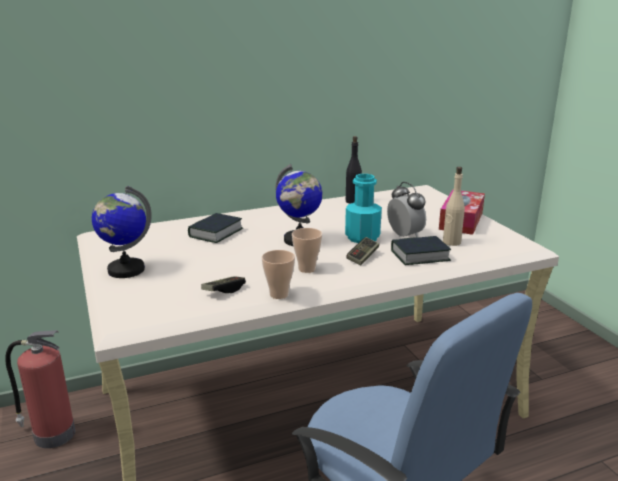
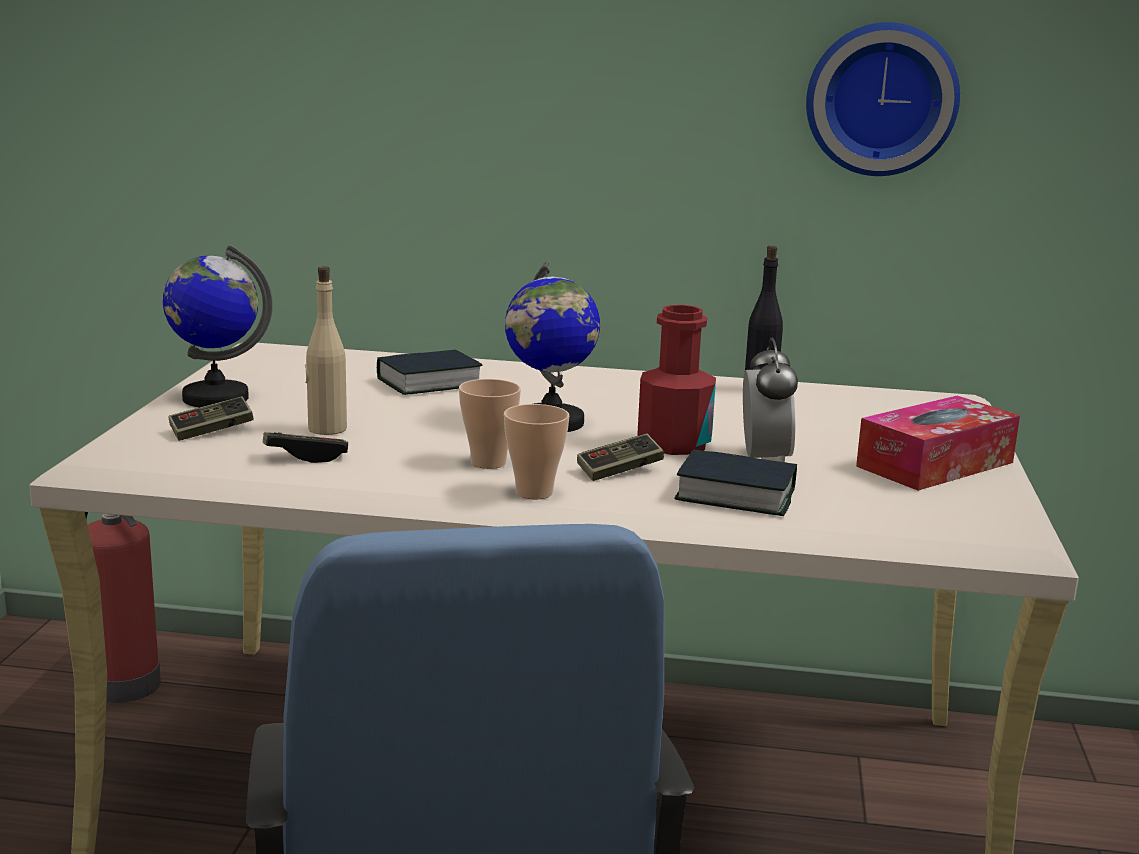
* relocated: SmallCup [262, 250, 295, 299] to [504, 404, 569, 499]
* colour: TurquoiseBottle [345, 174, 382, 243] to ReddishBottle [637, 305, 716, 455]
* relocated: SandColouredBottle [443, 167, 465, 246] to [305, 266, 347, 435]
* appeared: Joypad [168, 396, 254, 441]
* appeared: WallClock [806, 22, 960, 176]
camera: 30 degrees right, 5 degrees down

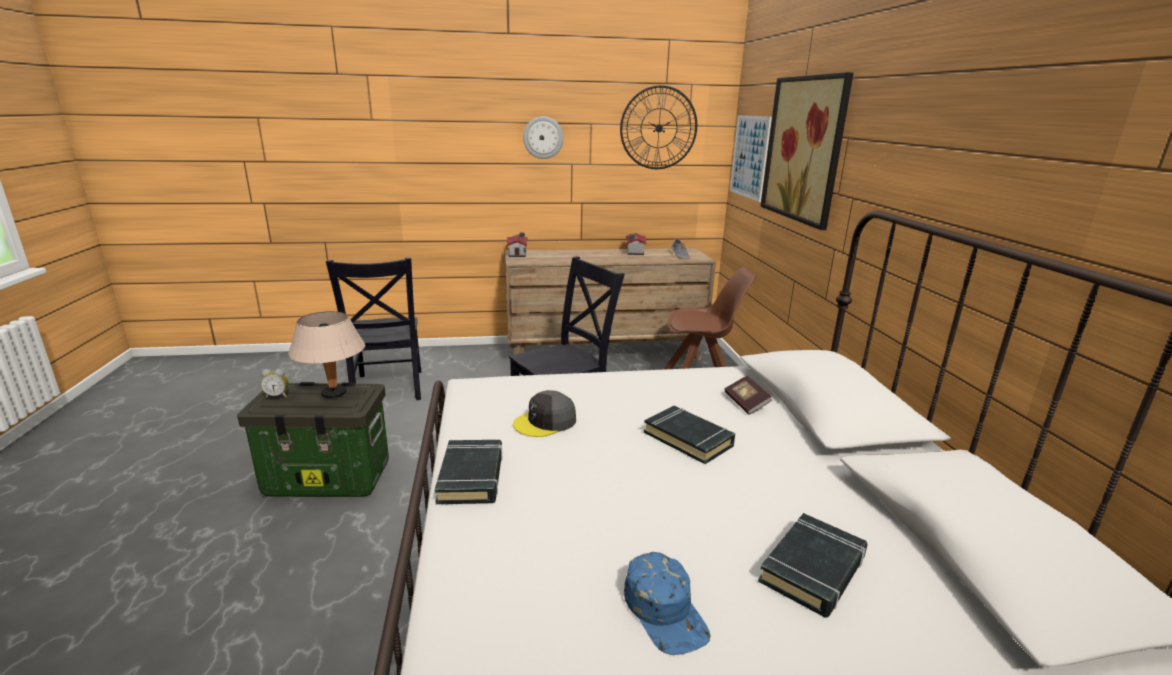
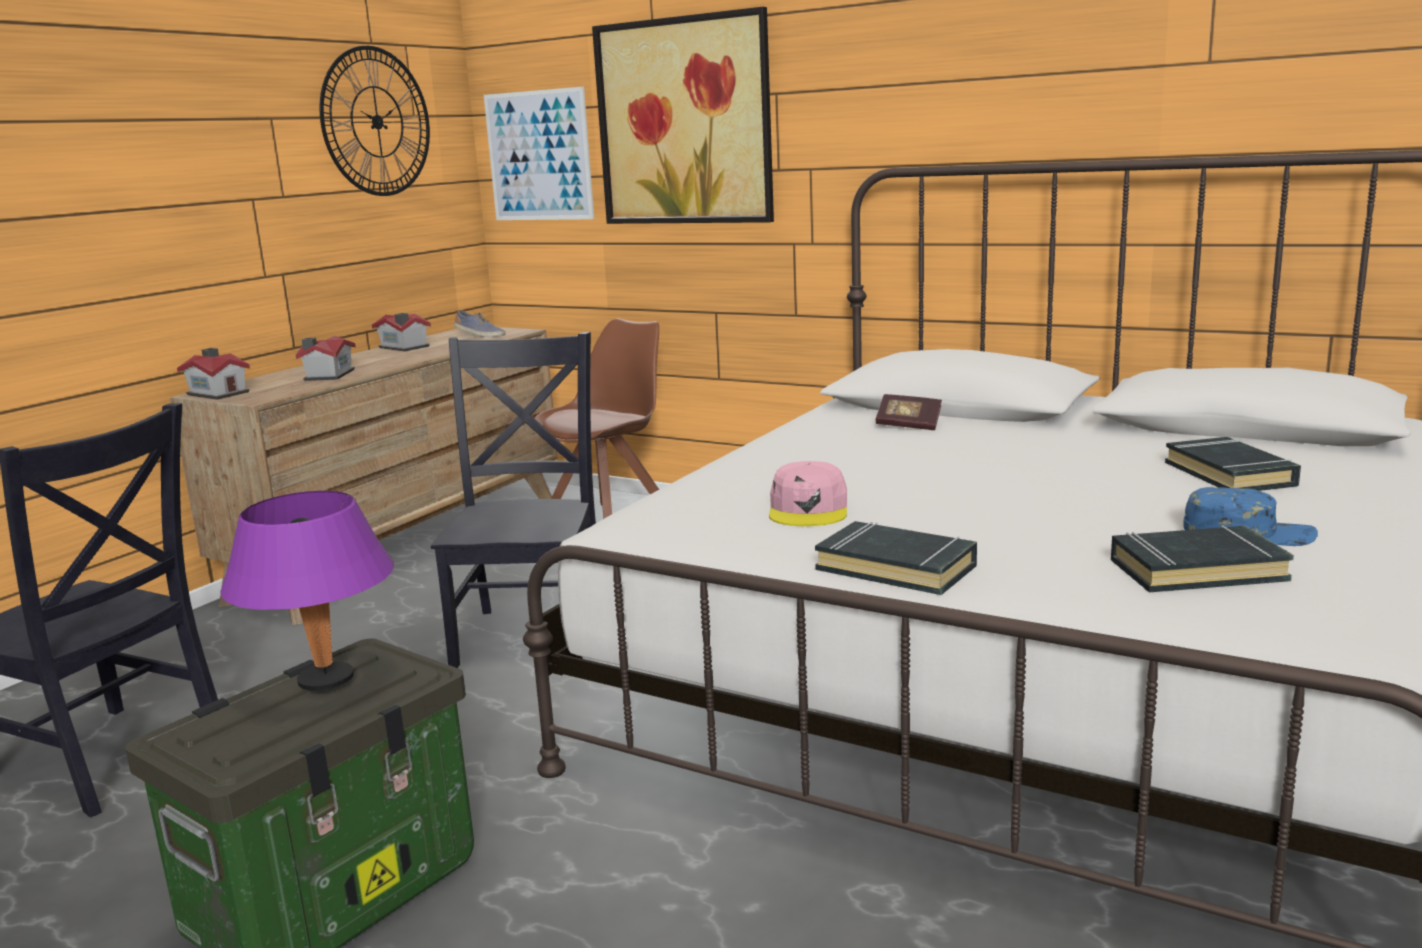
* missing: TableClock [261, 369, 289, 398]
* colour: SandColouredLampForATable [288, 311, 365, 398] to PurpleColouredLampForATable [220, 491, 394, 691]
* colour: GrayBaseballCap [513, 390, 576, 437] to PinkColouredBaseballCap [769, 461, 847, 526]
* missing: WallClock [523, 116, 564, 159]
* relocated: BlackBoundBook [644, 406, 735, 464] to [1111, 525, 1294, 592]
* appeared: ModelHouse [296, 336, 356, 381]
camera: 50 degrees left, 5 degrees down

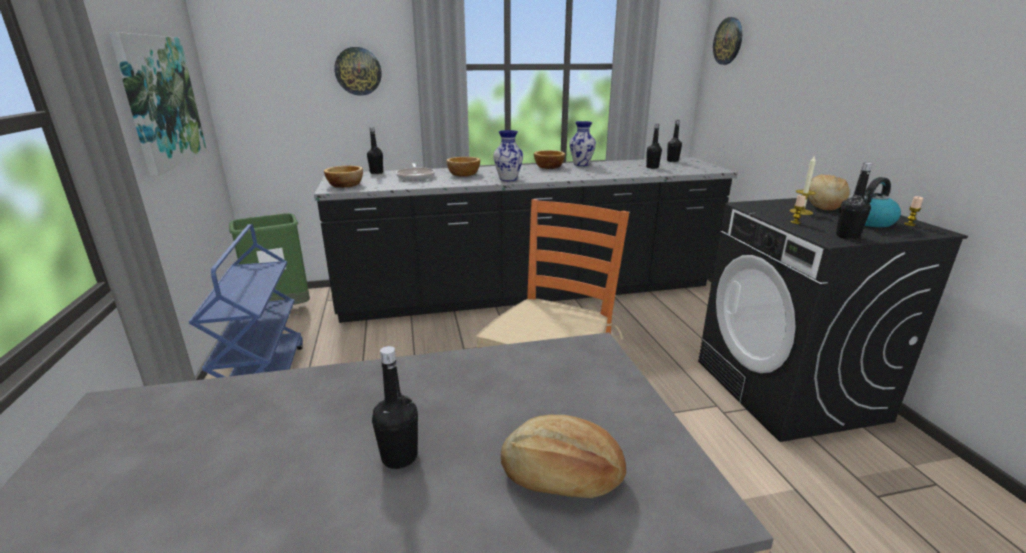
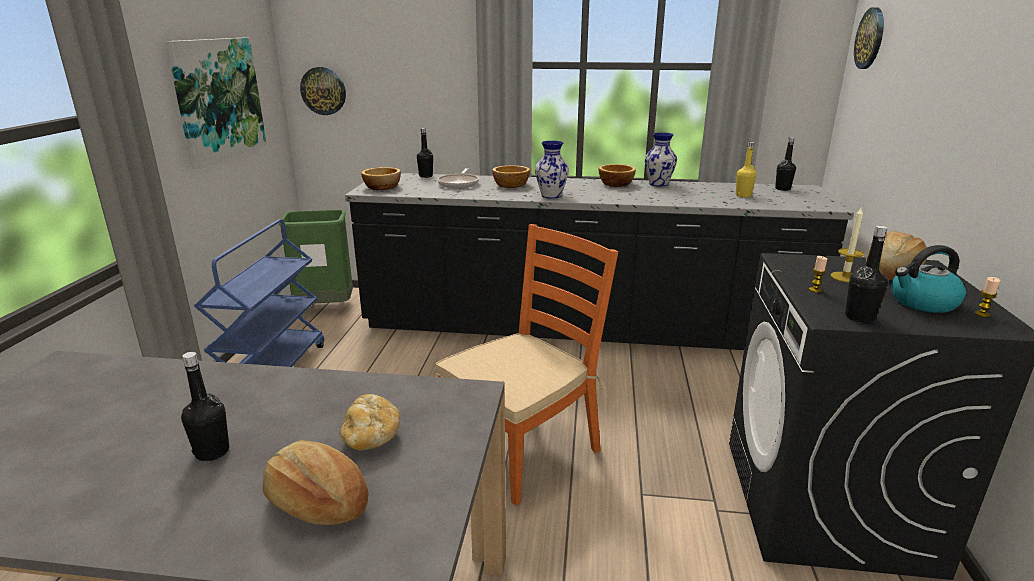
* relocated: WallClock [334, 47, 382, 96] to [300, 67, 346, 115]
* colour: BlackBottle [646, 124, 662, 169] to YellowBottle [736, 142, 756, 198]
* appeared: BakeryBread [340, 394, 400, 451]
camera: 20 degrees right, 0 degrees up

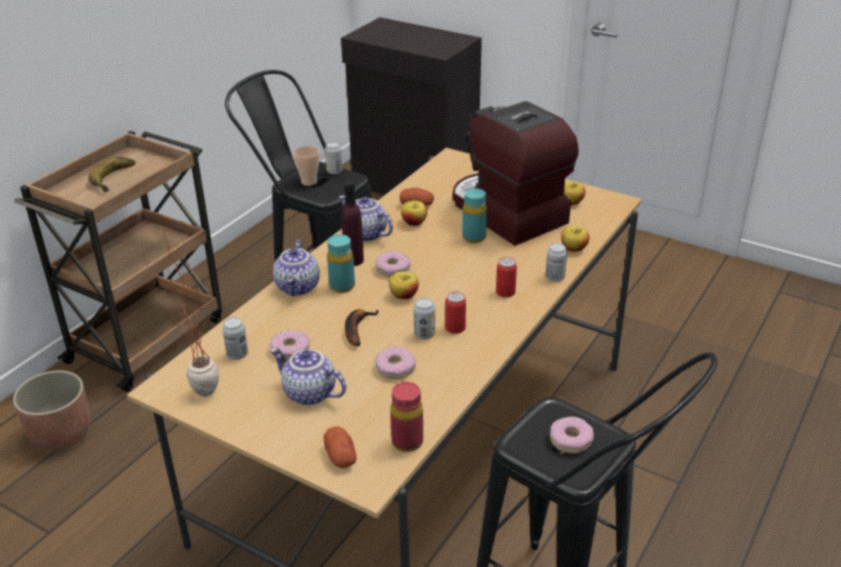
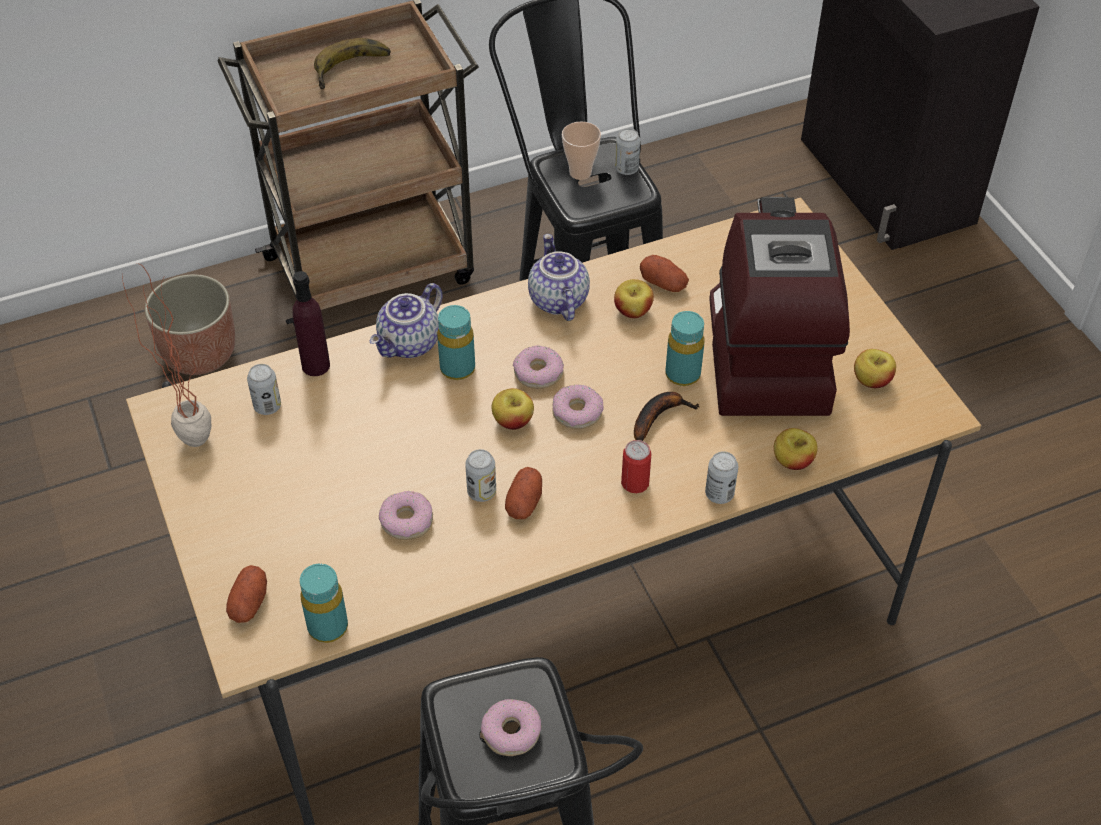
* relocated: RingDoughnut [269, 330, 310, 360] to [552, 384, 603, 429]
* missing: Teapot [270, 347, 346, 405]
* relocated: PurpleColouredBottle [341, 181, 364, 266] to [293, 271, 330, 376]
* relocated: Banana [345, 309, 379, 346] to [634, 392, 699, 441]
* colour: ReddishBottle [390, 382, 423, 452] to TurquoiseBottle [300, 563, 348, 643]
* exchanged: Can [445, 291, 466, 334] to Spud [505, 467, 542, 519]
camera: 35 degrees right, 15 degrees up

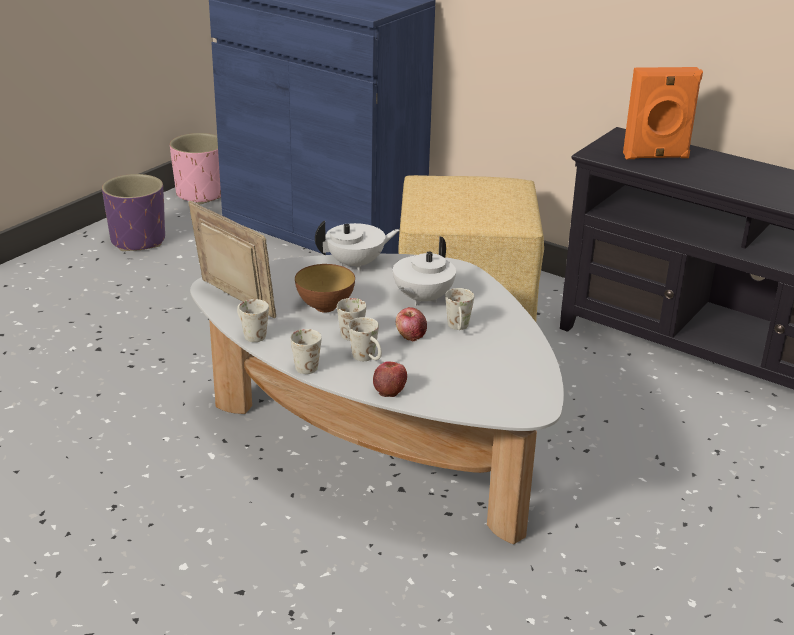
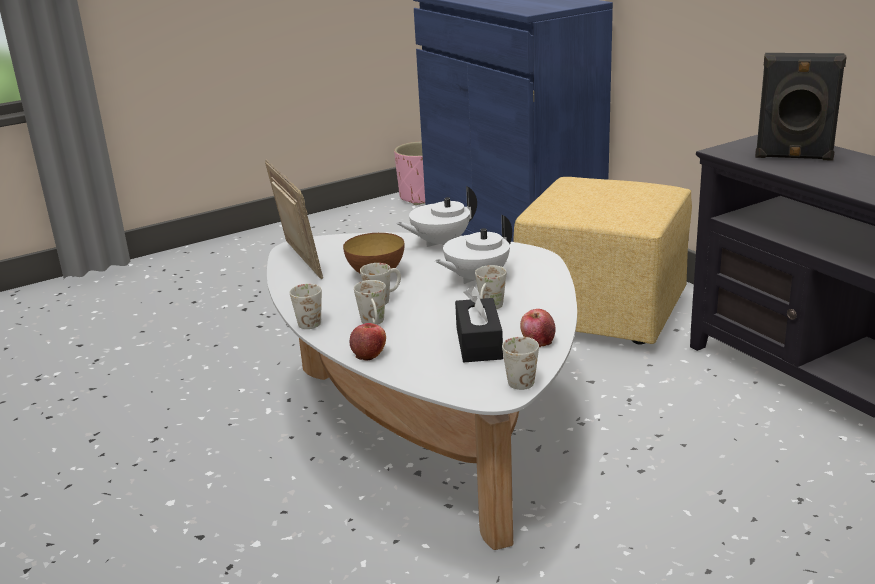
* missing: PurpleColouredFlowerPot [102, 174, 165, 251]
* relocated: WhitishCoffeeMug [237, 299, 269, 342] to [502, 337, 539, 390]
* spun: WhitishTeapot [315, 221, 399, 271] = [396, 186, 477, 247] 150 degrees clockwise
* relocated: AppleFruit [396, 307, 427, 341] to [520, 309, 556, 347]
* colour: OrangeColouredAudioSpeaker [623, 67, 703, 159] to BlackAudioSpeaker [755, 53, 847, 161]
* appeared: BlackTissueHolder [455, 286, 503, 362]
camera: 25 degrees right, 5 degrees down

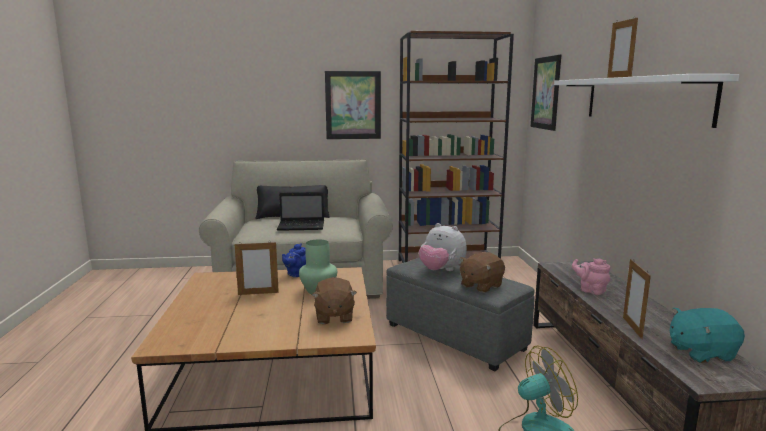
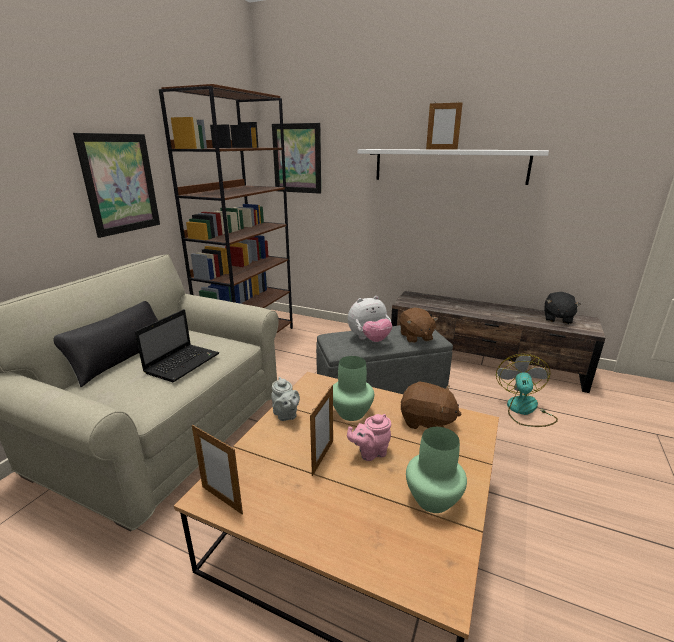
* colour: BlueColouredTeapot [282, 243, 306, 277] to GrayTeapot [271, 377, 300, 421]
* relocated: PinkColouredTeapot [572, 258, 610, 295] to [347, 414, 391, 461]
* relocated: StandingFrame [623, 259, 651, 339] to [192, 425, 243, 514]
* colour: TurquoiseCuddlyToy [670, 308, 745, 363] to BlackCuddlyToy [544, 292, 581, 324]
* appeared: GreenishFlowerVase [406, 427, 467, 513]
camera: 60 degrees left, 10 degrees up

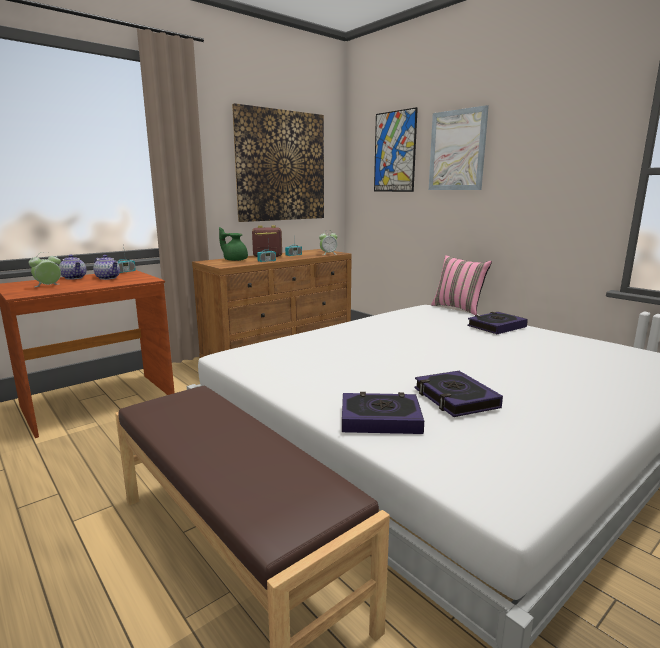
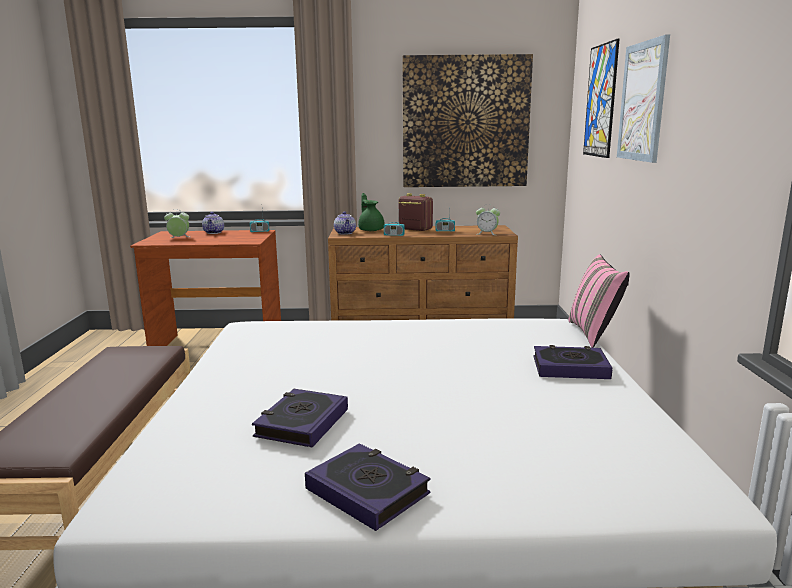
* relocated: Teapot [93, 255, 120, 280] to [334, 211, 356, 235]
* relocated: BoundBook [342, 392, 424, 434] to [305, 443, 431, 531]
camera: 40 degrees right, 0 degrees up

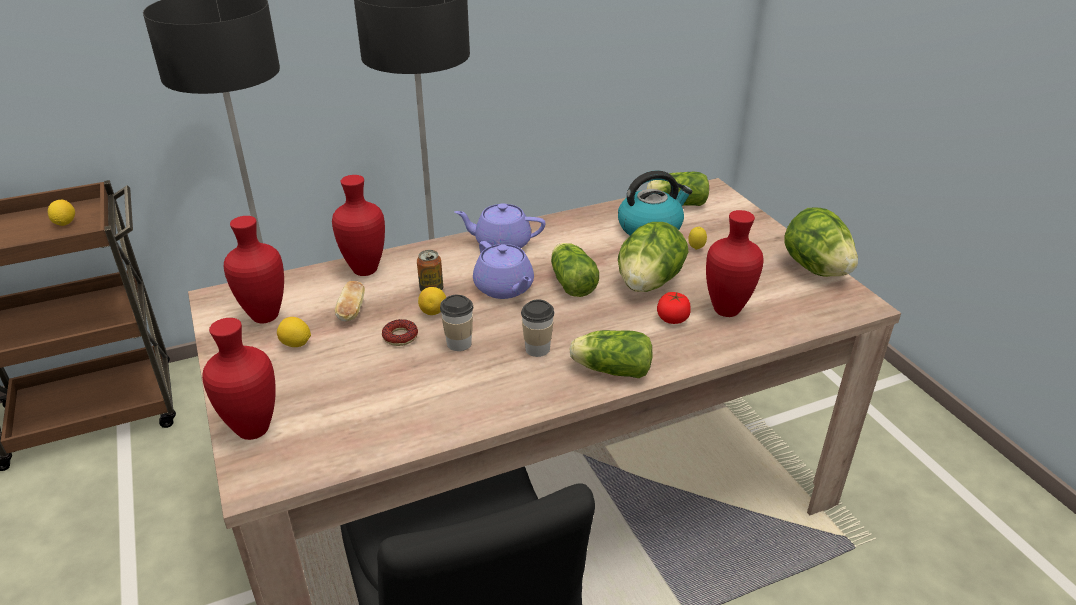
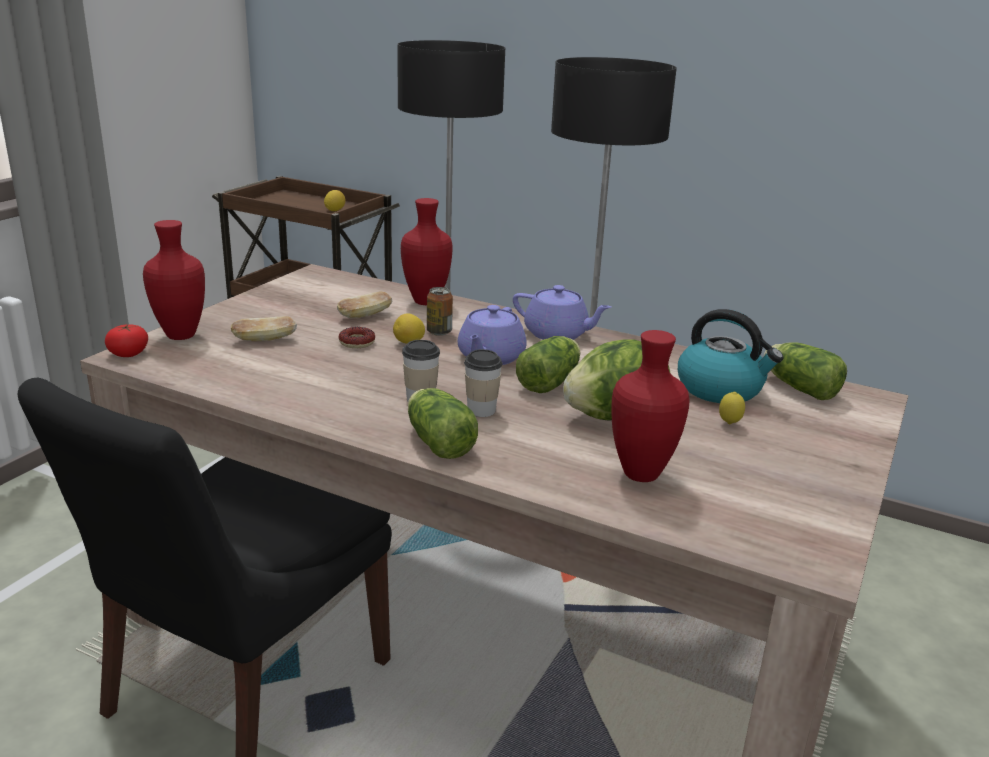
* missing: ReddishFlowerVase [224, 216, 284, 323]
* missing: WholeLemon [277, 317, 311, 347]
* relocated: SmallCup [440, 295, 473, 351] to [464, 349, 503, 417]
* spun: PurpleColouredTeapot [455, 203, 545, 248] = [513, 285, 611, 340] 150 degrees clockwise
* relocated: Tomato [657, 292, 691, 324] to [105, 324, 148, 357]
* missing: LettuceHead [785, 208, 858, 277]
* appeared: BakeryBread [231, 316, 297, 341]
camera: 50 degrees right, 10 degrees down

